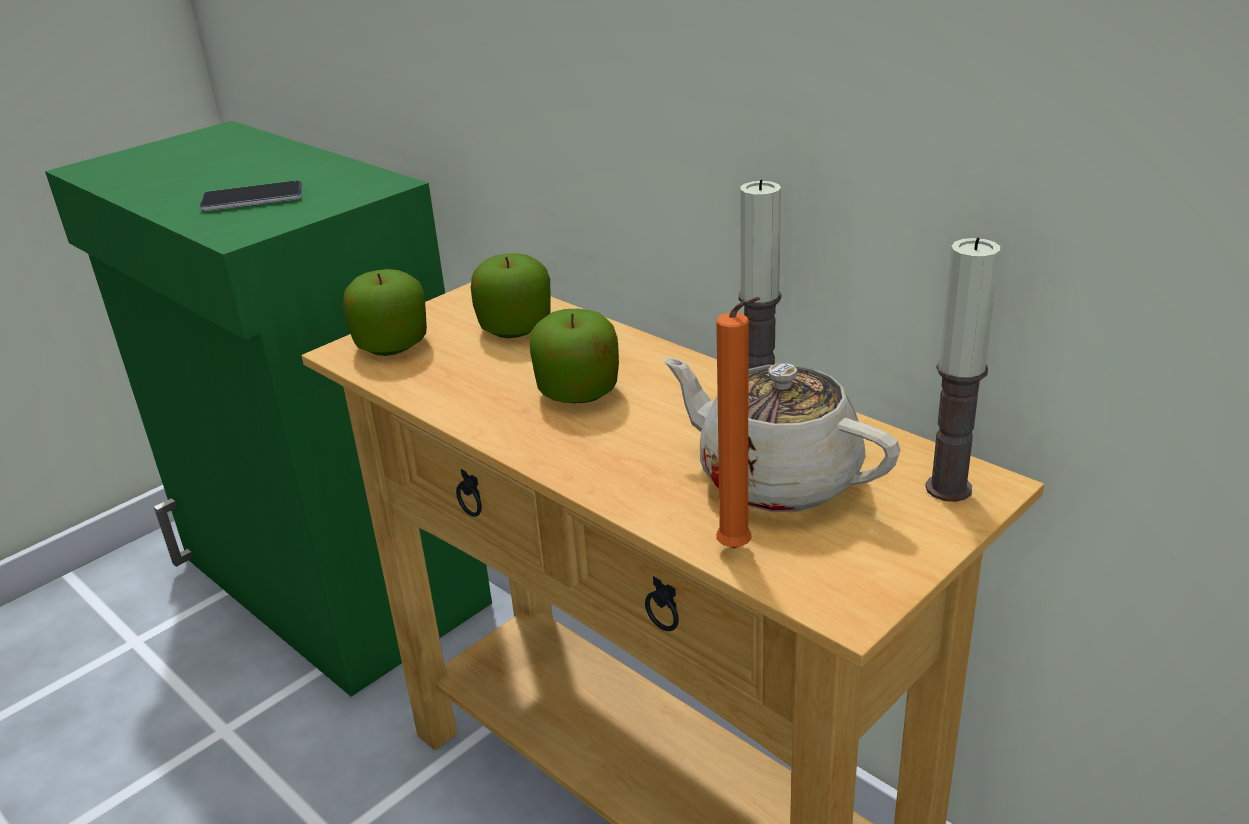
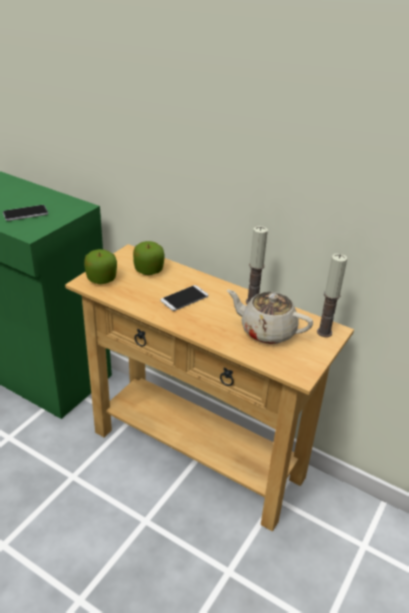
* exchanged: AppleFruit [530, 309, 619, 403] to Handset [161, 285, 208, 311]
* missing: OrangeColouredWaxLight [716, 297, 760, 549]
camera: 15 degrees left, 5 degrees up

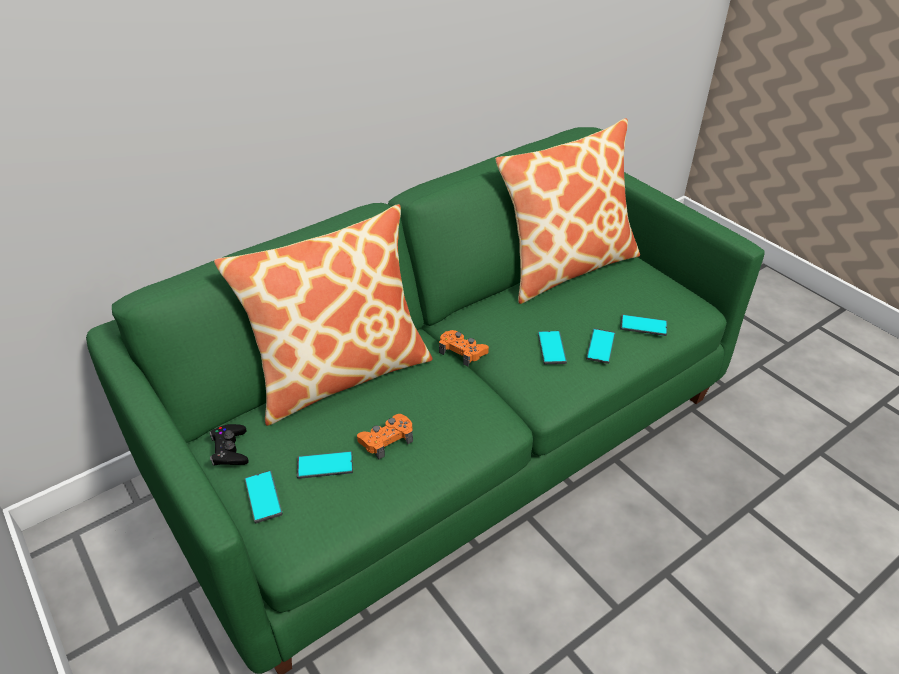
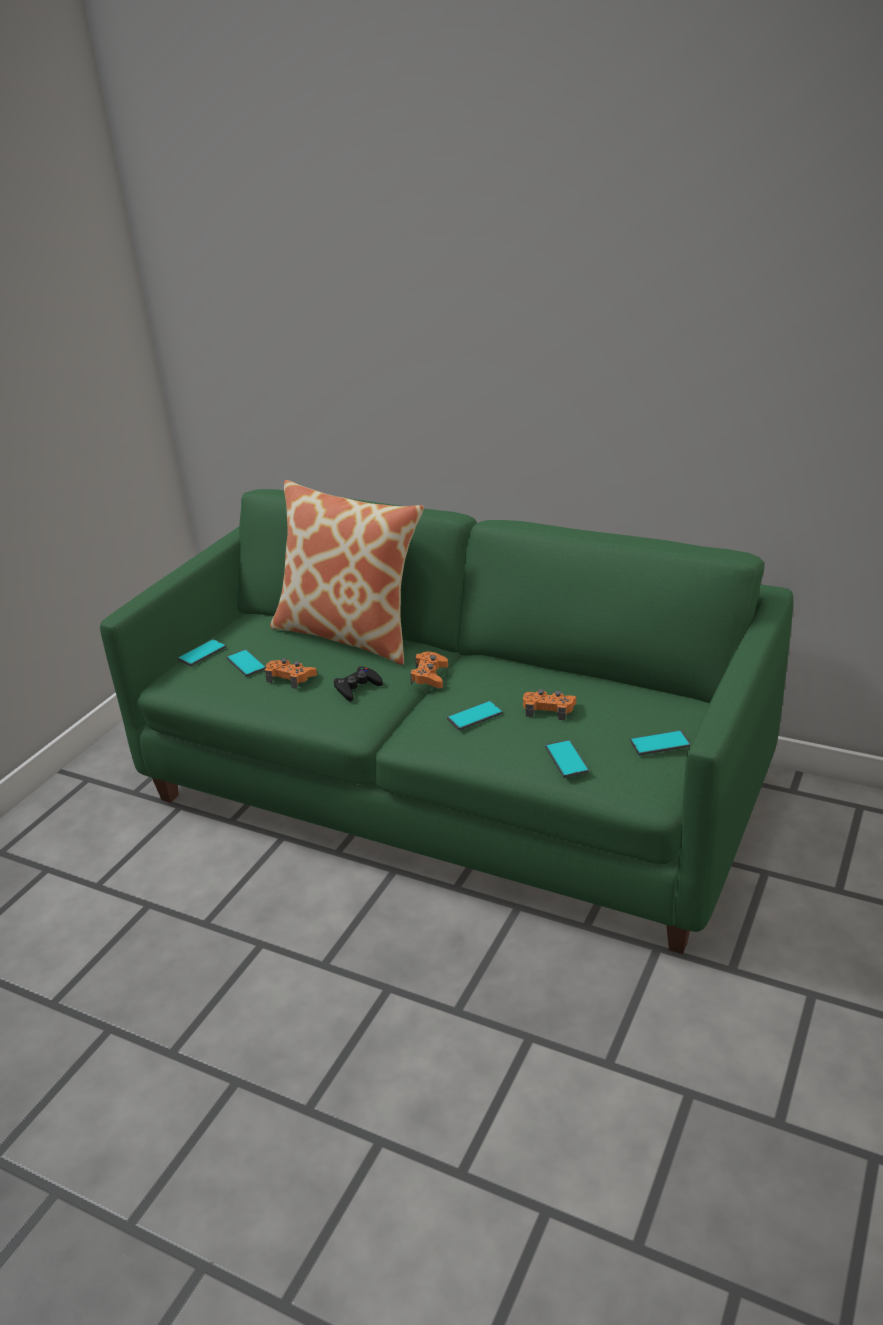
* relocated: BlackJoypad [209, 424, 249, 465] to [333, 667, 383, 701]
* missing: ThrowPillow [495, 118, 640, 304]
* relocated: Handset [586, 328, 615, 364] to [630, 730, 691, 755]
* appeared: OrangeColouredJoypad [523, 689, 576, 720]
camera: 65 degrees right, 10 degrees down

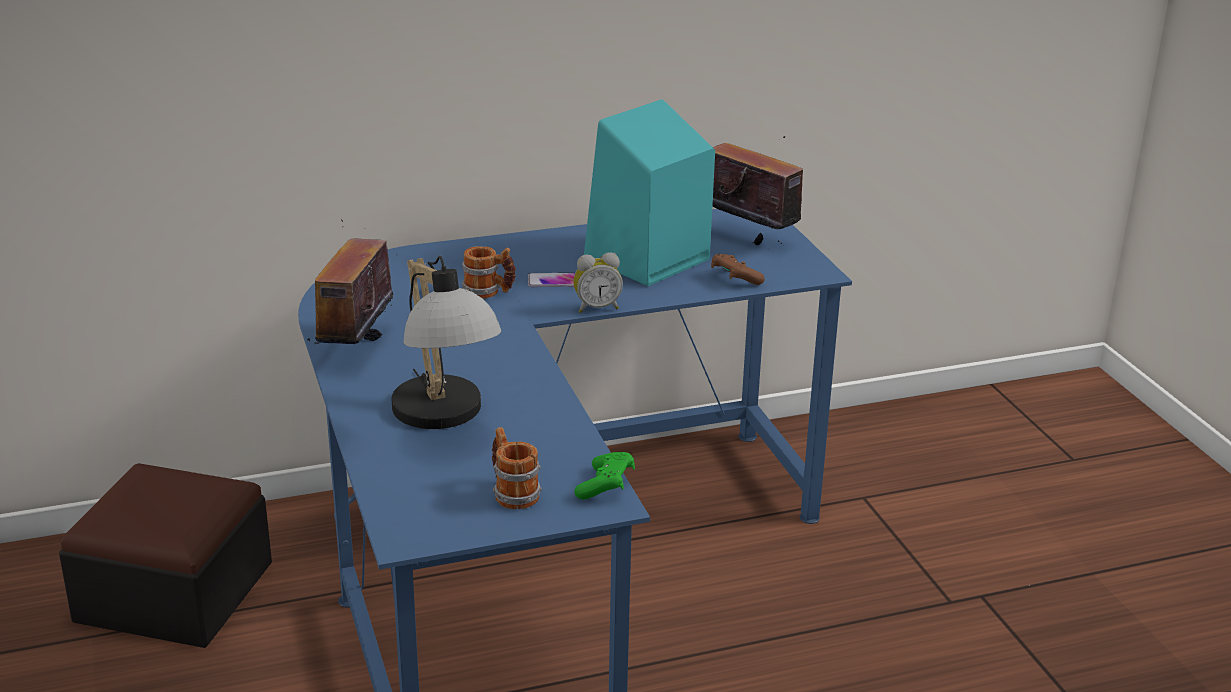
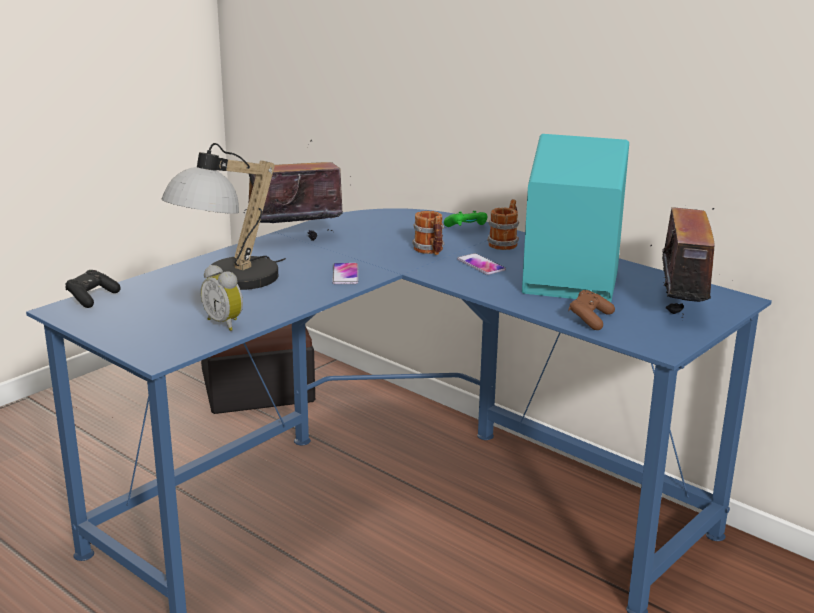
* relocated: CoffeeMug [492, 427, 542, 509] to [487, 199, 519, 250]
* relocated: TableClock [573, 252, 623, 313] to [201, 265, 243, 331]
* relocated: GreenishJoypad [574, 452, 635, 500] to [444, 211, 487, 227]
* appeared: BlackJoypad [66, 270, 120, 308]
* appeared: Handset [332, 263, 358, 284]
camera: 60 degrees right, 5 degrees down

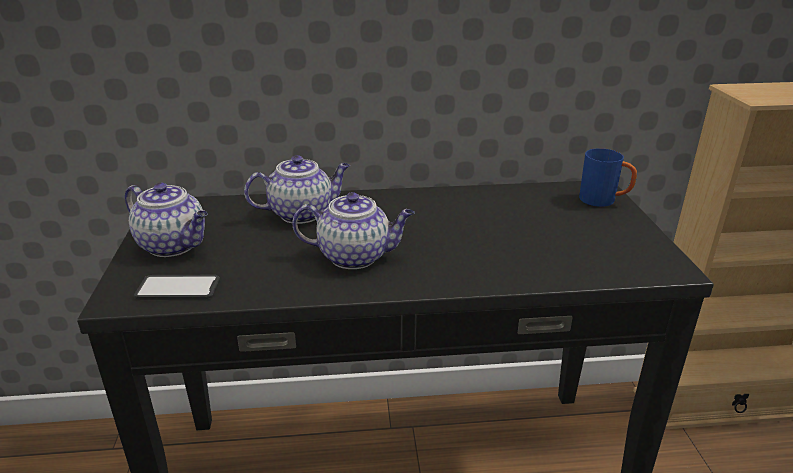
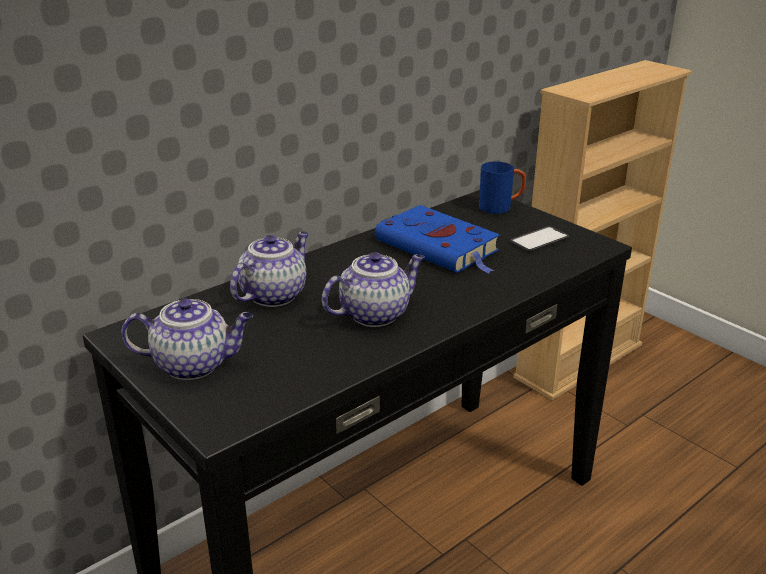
* relocated: Handset [134, 275, 220, 300] to [510, 226, 570, 252]
* appeared: BlueColouredBoundBook [375, 205, 500, 273]
camera: 35 degrees left, 0 degrees up

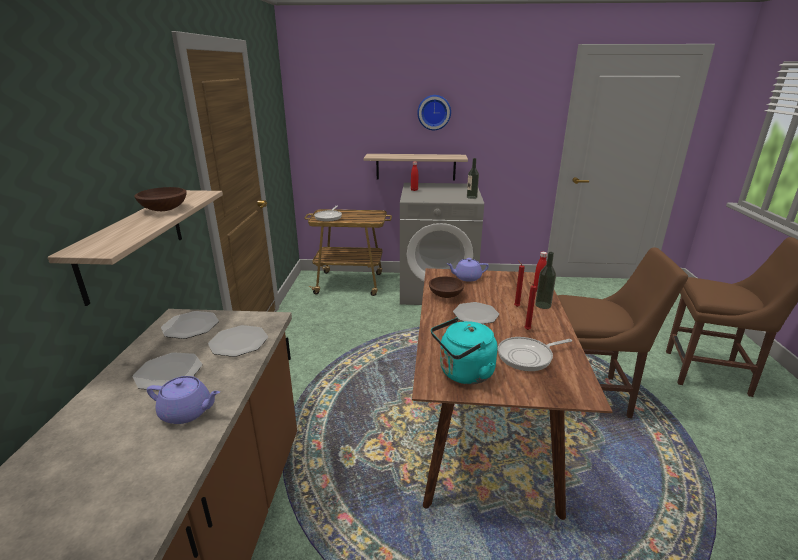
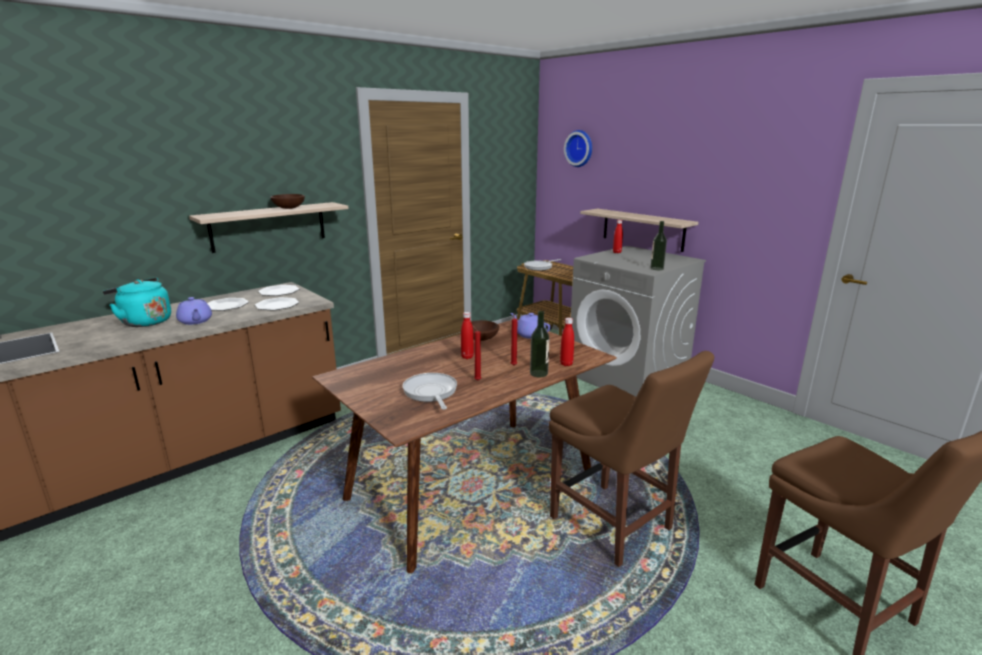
* relocated: WallClock [417, 95, 451, 130] to [564, 130, 592, 167]
* relocated: TurquoiseKettle [431, 318, 497, 384] to [103, 278, 171, 327]
* exchanged: DinnerPlate [453, 302, 499, 324] to ReddishBottle [461, 312, 474, 359]
* spun: Pan [498, 337, 572, 371] = [403, 373, 457, 410] 45 degrees clockwise
camera: 45 degrees right, 5 degrees down

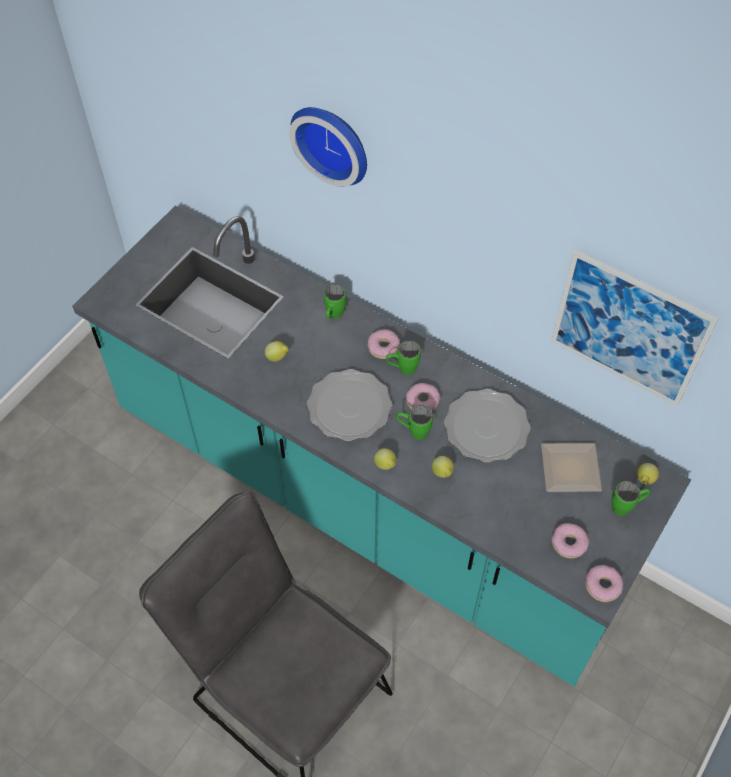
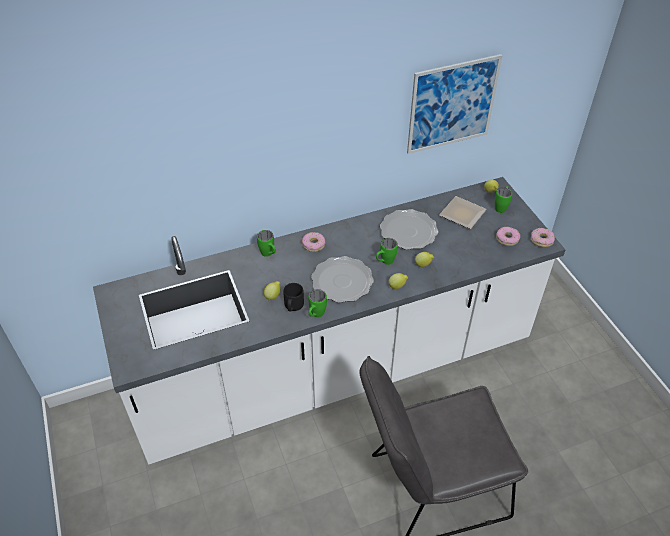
* colour: TurquoiseKitchenBaseUnit [72, 206, 691, 686] to WhitishKitchenBaseUnit [93, 177, 565, 465]
* missing: WallClock [289, 107, 367, 187]
* relocated: GreenishCoffeeMug [386, 341, 421, 375] to [308, 289, 327, 317]
* missing: RingDoughnut [406, 383, 440, 411]
* appeared: BlackCoffeeMug [283, 283, 304, 312]
camera: 55 degrees left, 10 degrees down

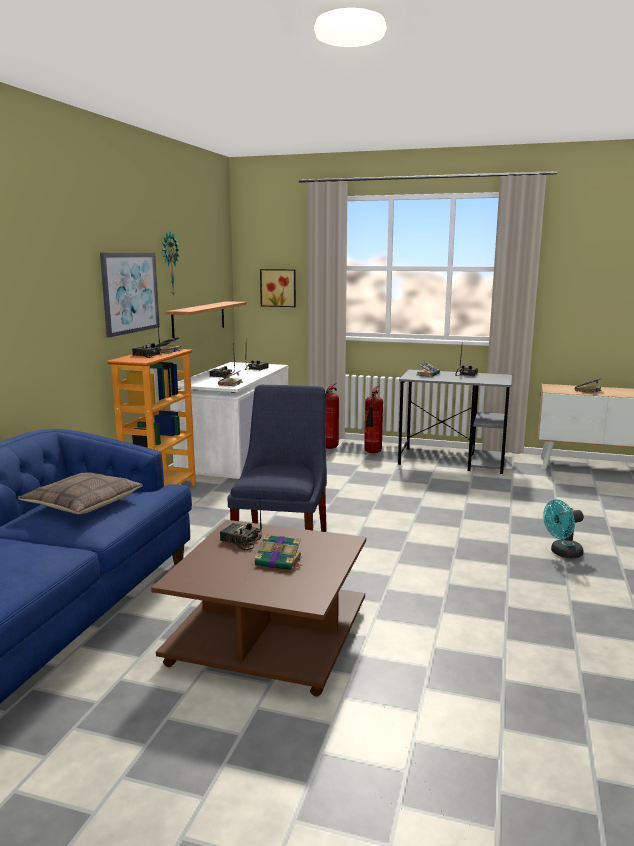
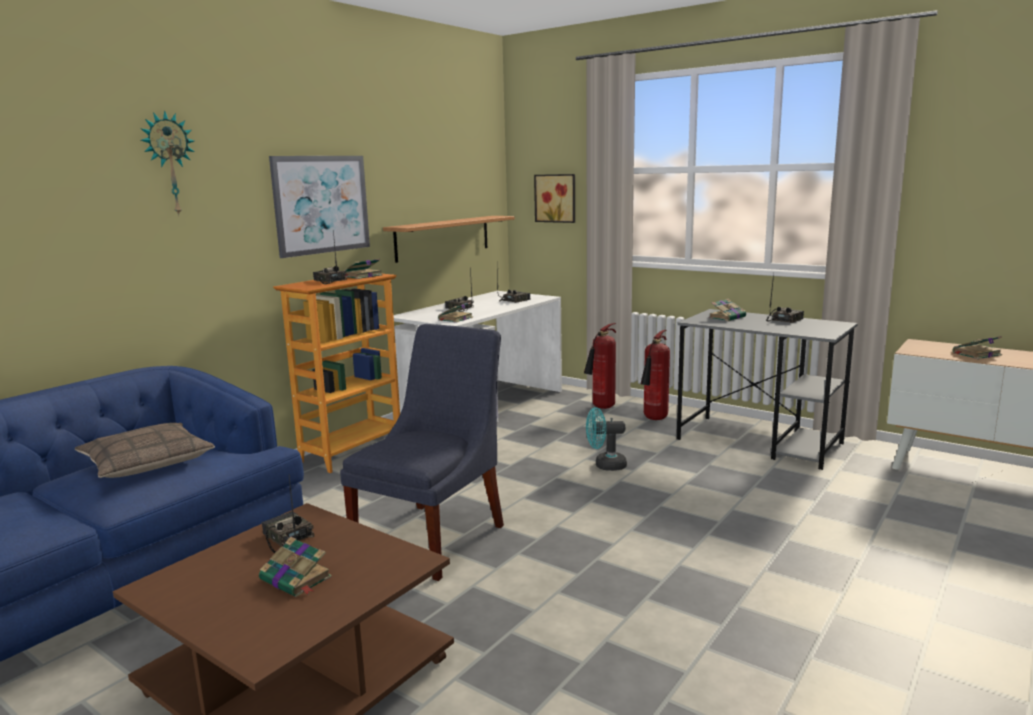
* relocated: WallClock [162, 232, 179, 297] to [140, 110, 195, 216]
* relocated: TurquoiseFan [543, 499, 584, 558] to [586, 407, 627, 471]
camera: 20 degrees right, 0 degrees up

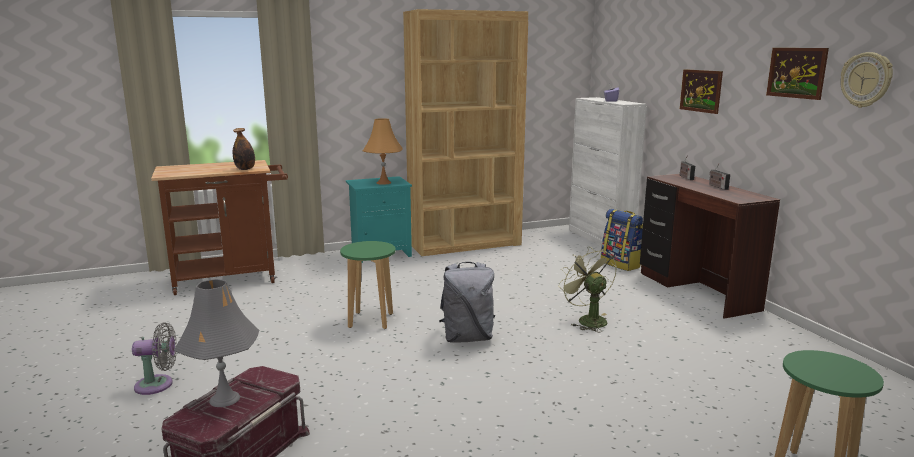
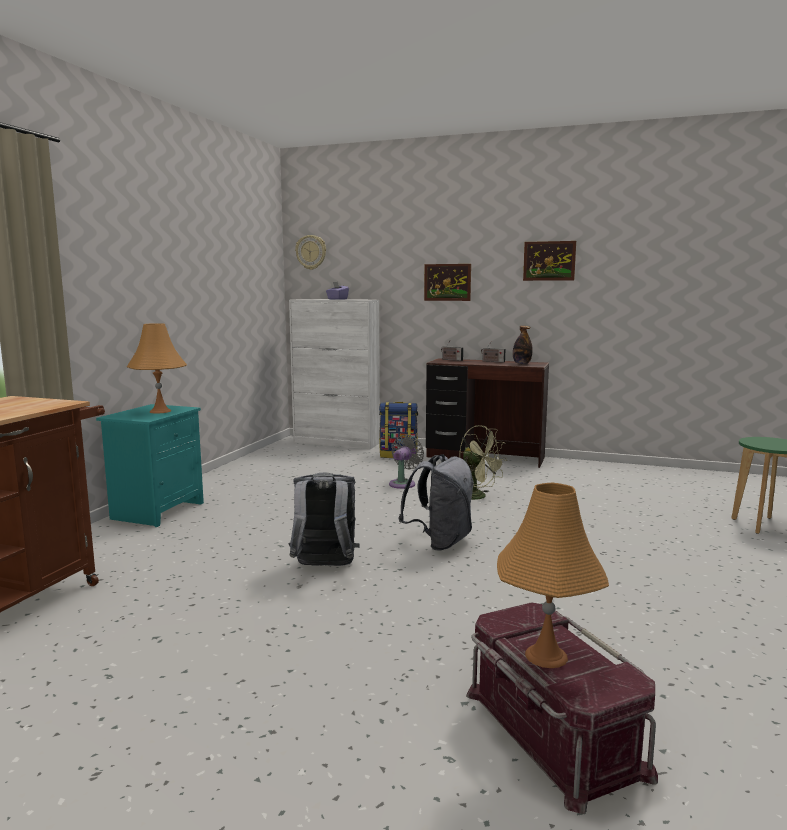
* relocated: GrayFan [132, 322, 177, 395] to [389, 434, 424, 489]
* colour: GrayLampForATable [174, 279, 259, 407] to OrangeColouredLampForATable [497, 483, 609, 668]
* relocated: Bottle [233, 128, 255, 170] to [513, 326, 532, 364]
* exchanged: GreenishStool [340, 241, 396, 329] to GrayBackpack [288, 473, 359, 566]
* missing: BrownColouredBookshelf [403, 9, 528, 256]
* spun: GreenishFan [558, 247, 617, 332] = [459, 425, 507, 500] 150 degrees counterclockwise
* relocated: WallClock [840, 52, 893, 108] to [295, 235, 326, 270]
camera: 50 degrees left, 5 degrees down

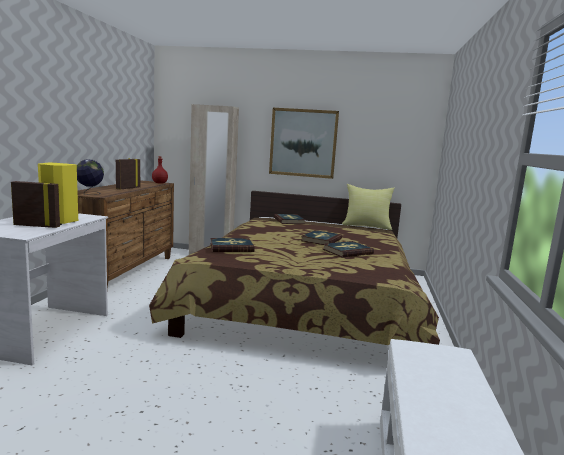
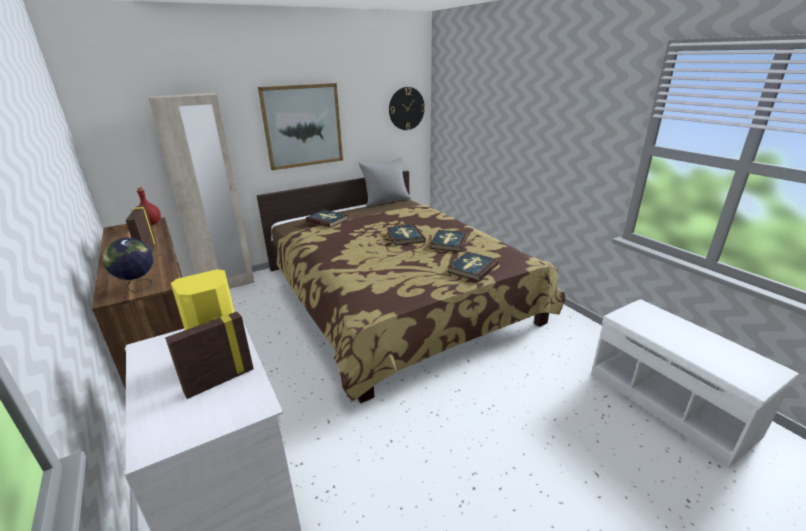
* relocated: BoundBook [210, 238, 254, 252] to [447, 252, 499, 281]
* colour: YellowThrowPillow [342, 184, 395, 230] to GrayThrowPillow [358, 157, 411, 206]
* appeared: WallClock [389, 87, 425, 130]
camera: 40 degrees left, 15 degrees up

